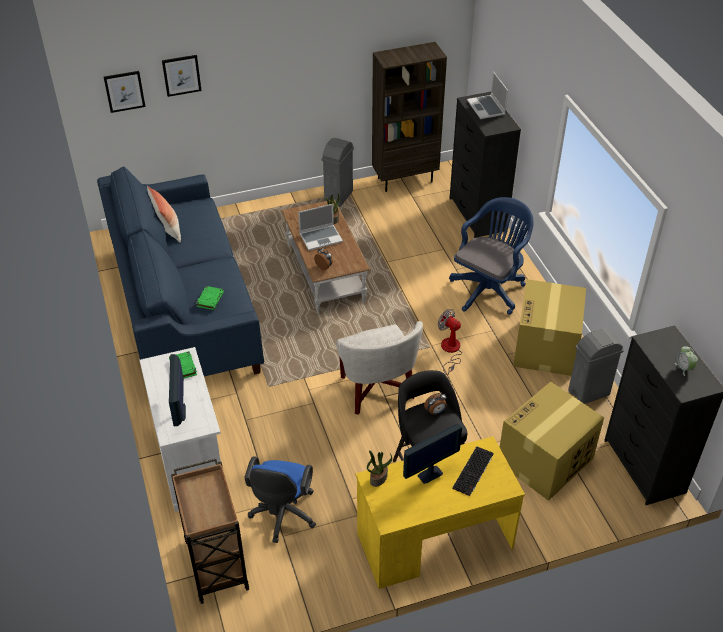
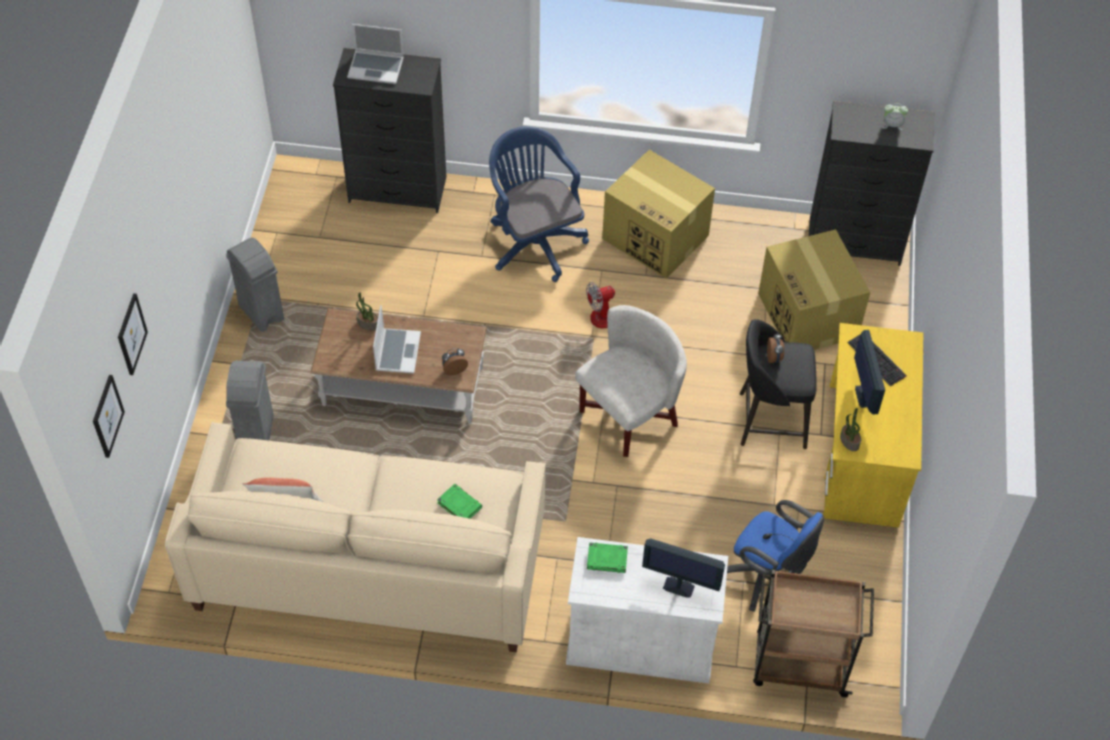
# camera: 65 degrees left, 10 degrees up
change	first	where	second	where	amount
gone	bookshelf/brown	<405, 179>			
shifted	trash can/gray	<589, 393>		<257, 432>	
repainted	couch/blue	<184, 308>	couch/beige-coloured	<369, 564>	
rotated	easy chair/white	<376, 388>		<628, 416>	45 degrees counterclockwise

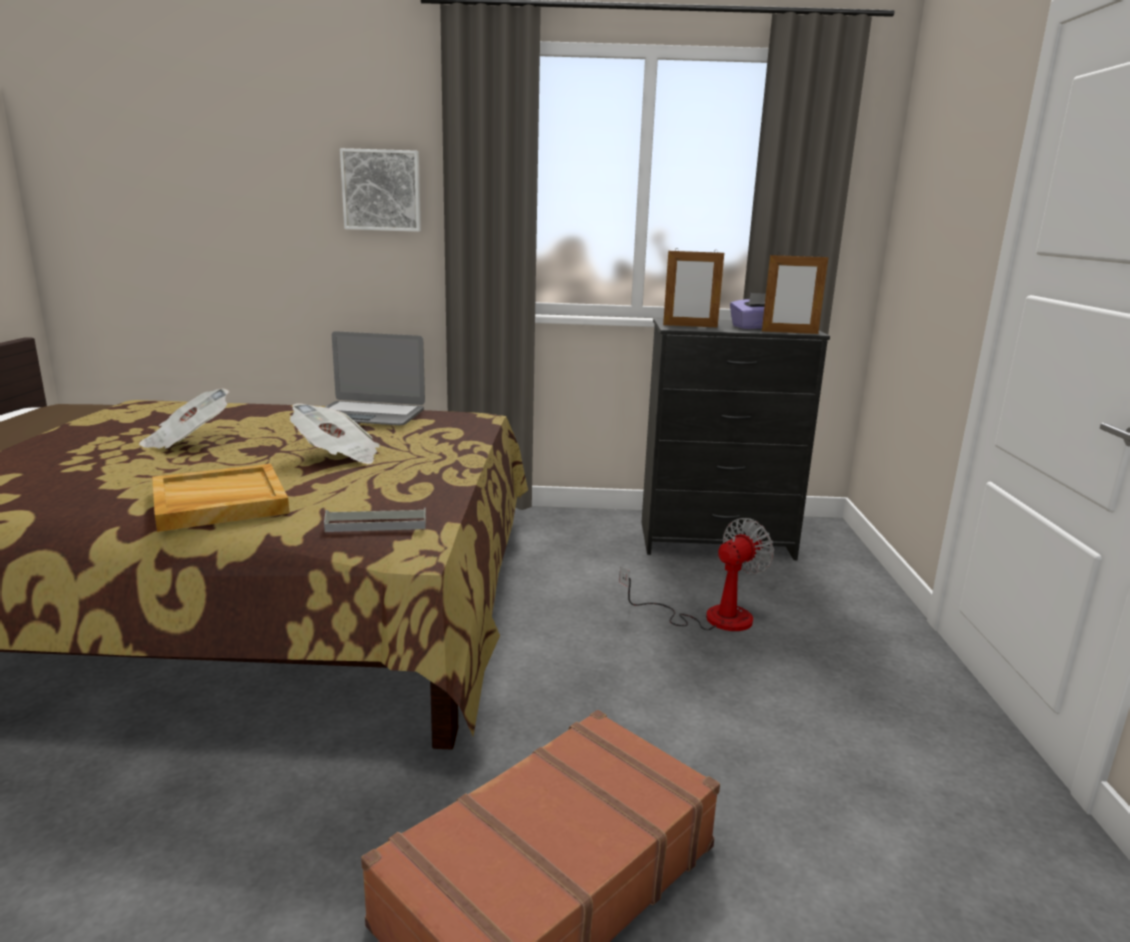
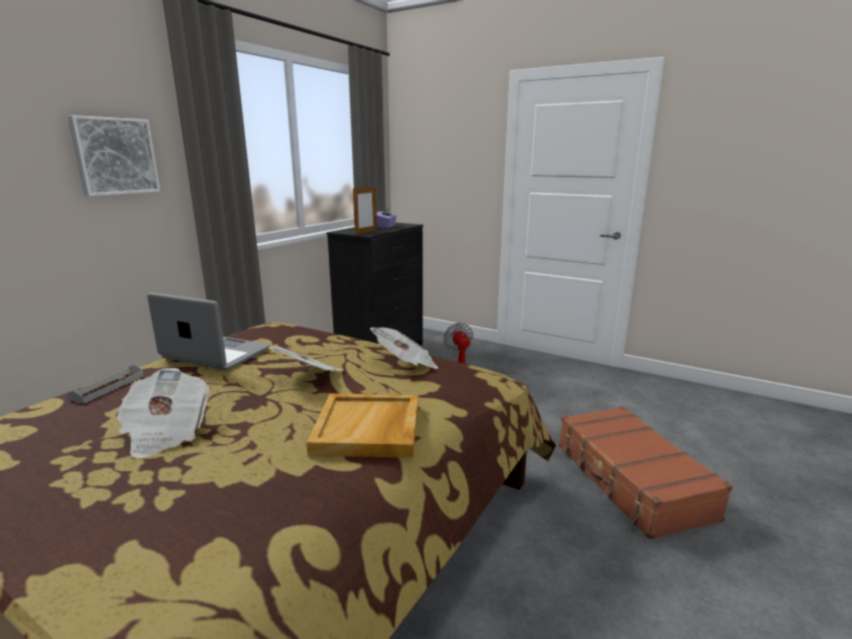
# camera: 60 degrees left, 0 degrees up
change	first	where	second	where	amount
gone	picture frame	<789, 332>			
new			newspaper	<405, 364>	
shifted	carrying tray/gray	<376, 524>		<108, 387>	
rotated	laptop	<368, 415>		<215, 354>	105 degrees counterclockwise

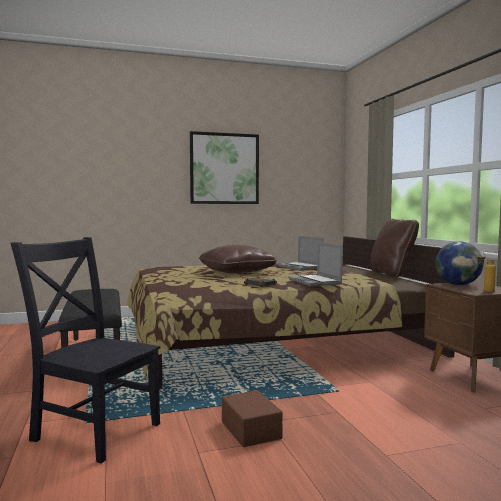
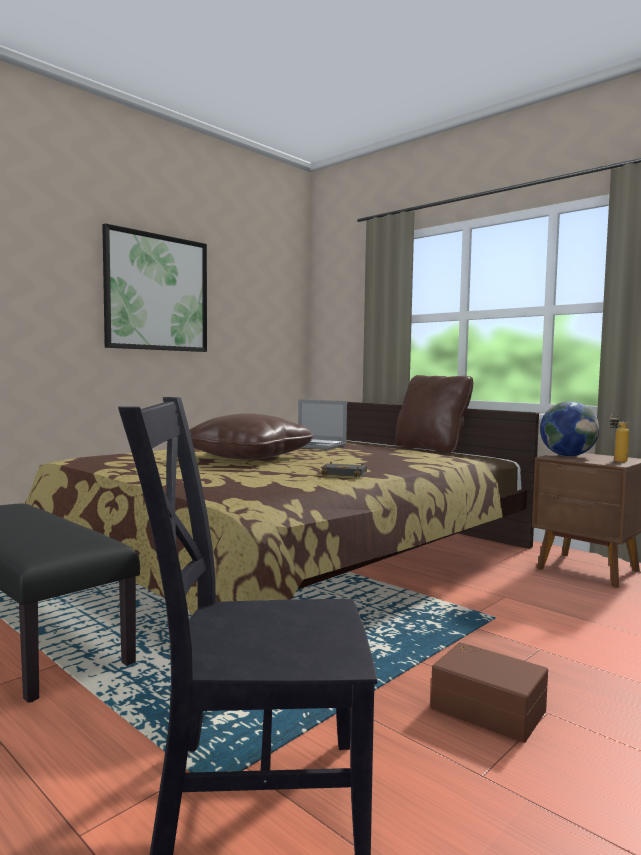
# camera: 30 degrees left, 0 degrees up
change	first	where	second	where	amount
gone	laptop	<315, 282>			

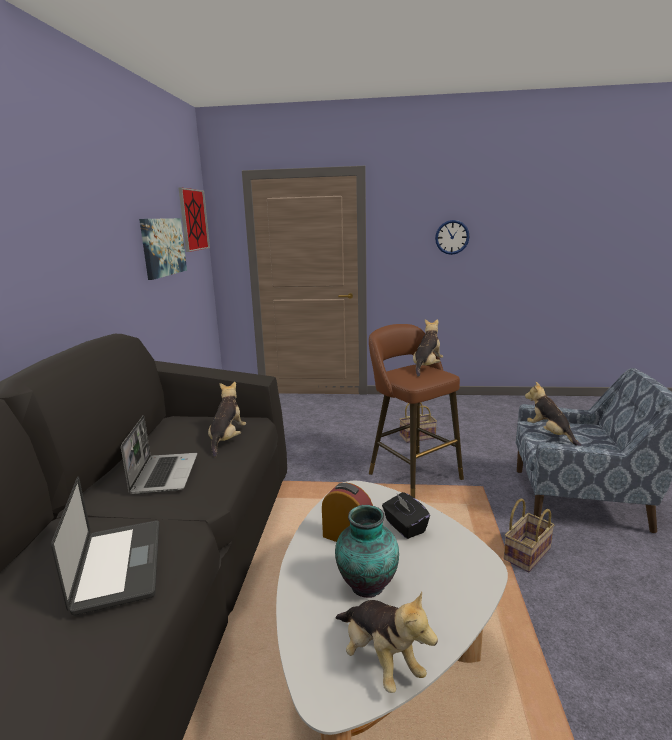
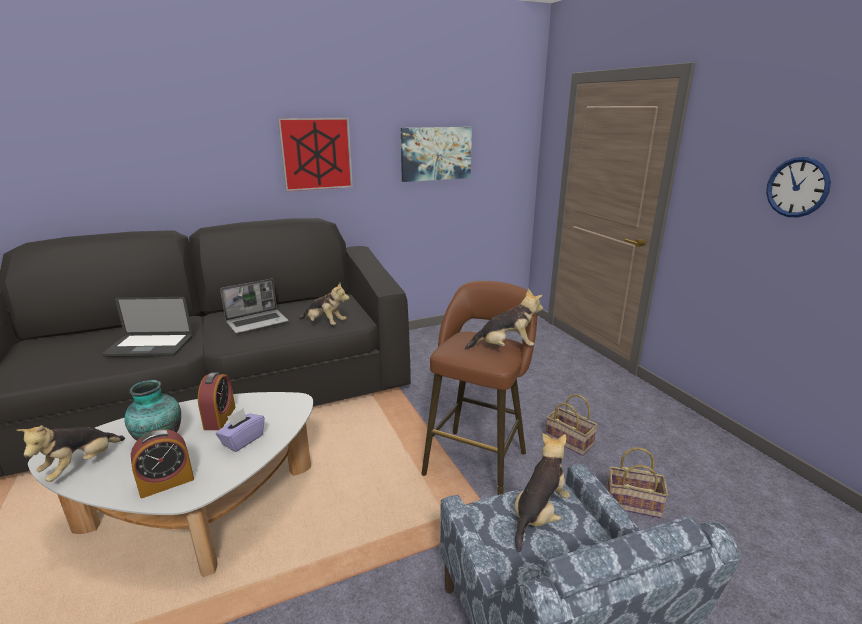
# camera: 60 degrees right, 5 degrees up
change	first	where	second	where	amount
new			table clock	<166, 483>	
shifted	wall art	<193, 220>		<316, 154>	
shifted	household basket	<526, 553>		<634, 503>	
repainted	box of tissues/black	<404, 527>	box of tissues/purplish	<242, 440>	
rotated	laptop	<119, 565>		<149, 347>	45 degrees clockwise
rotated	soft toy	<227, 439>		<325, 324>	45 degrees clockwise

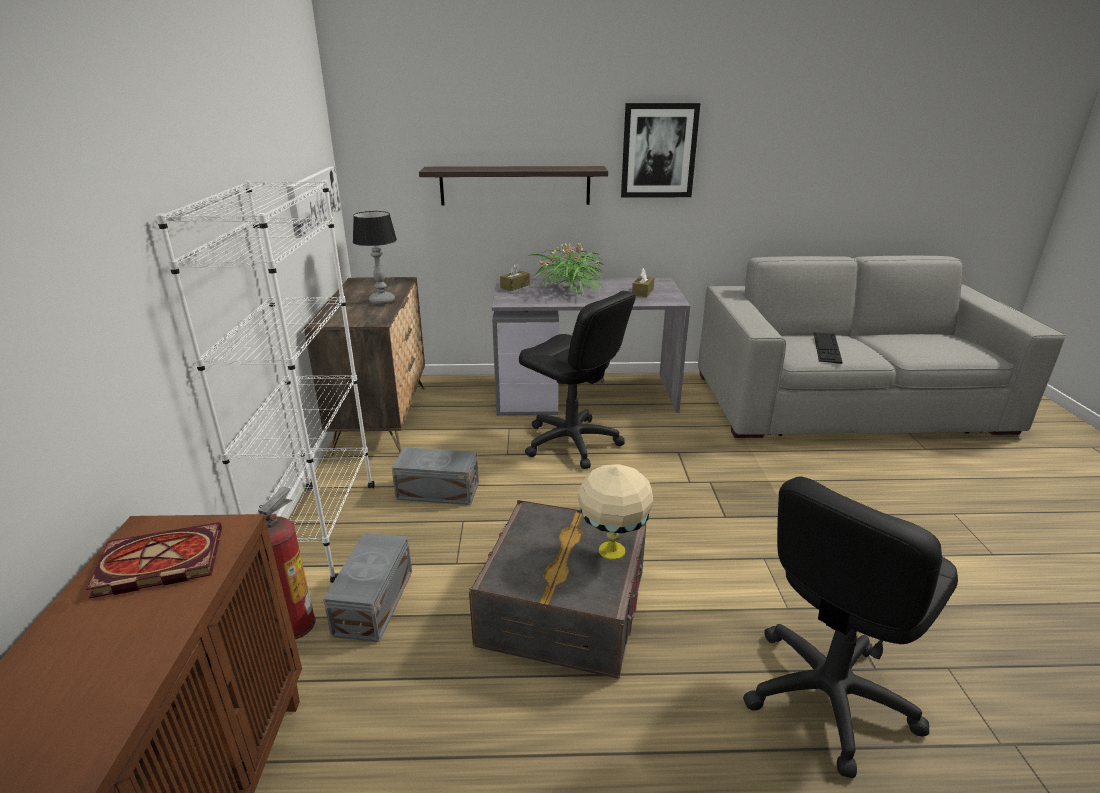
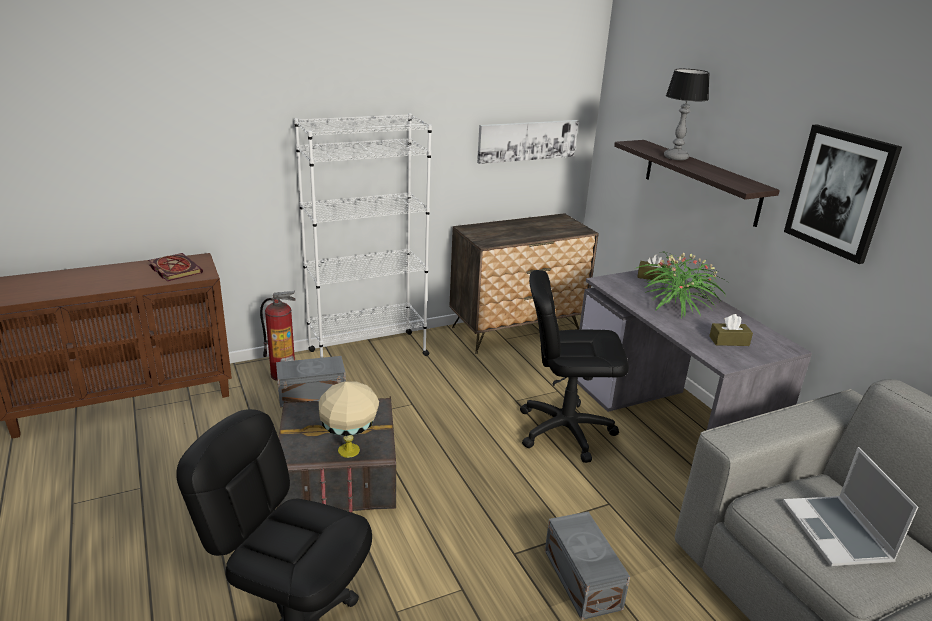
# camera: 65 degrees right, 0 degrees up
change	first	where	second	where	amount
shifted	lamp for a table	<382, 301>		<675, 157>	
shifted	storage box/gray	<438, 492>		<581, 580>	
swapped	keyboard	<827, 347>	laptop	<838, 533>	
rotated	computer chair/black	<571, 442>		<565, 430>	75 degrees clockwise

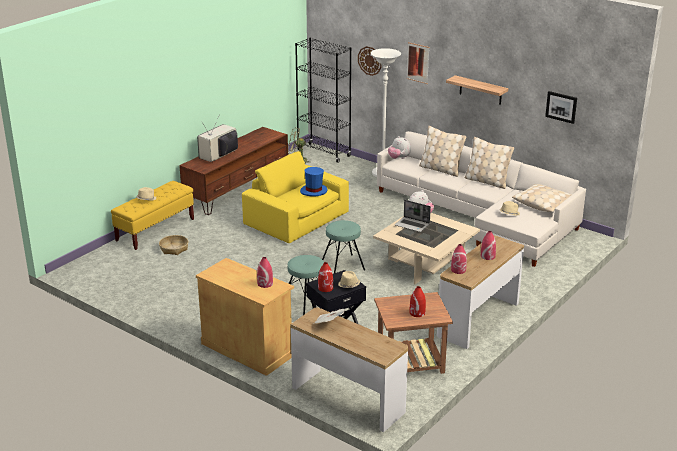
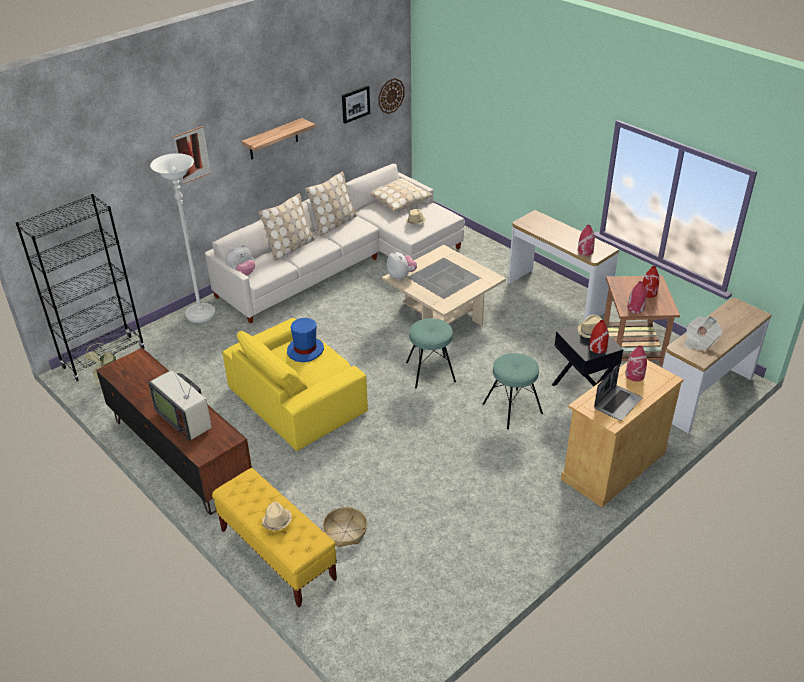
# camera: 80 degrees left, 10 degrees up
change	first	where	second	where	amount
shifted	clock on the wall	<370, 60>		<391, 95>	
shifted	laptop	<412, 225>		<617, 403>	
shifted	flower vase/red-coloured	<487, 256>		<635, 308>	

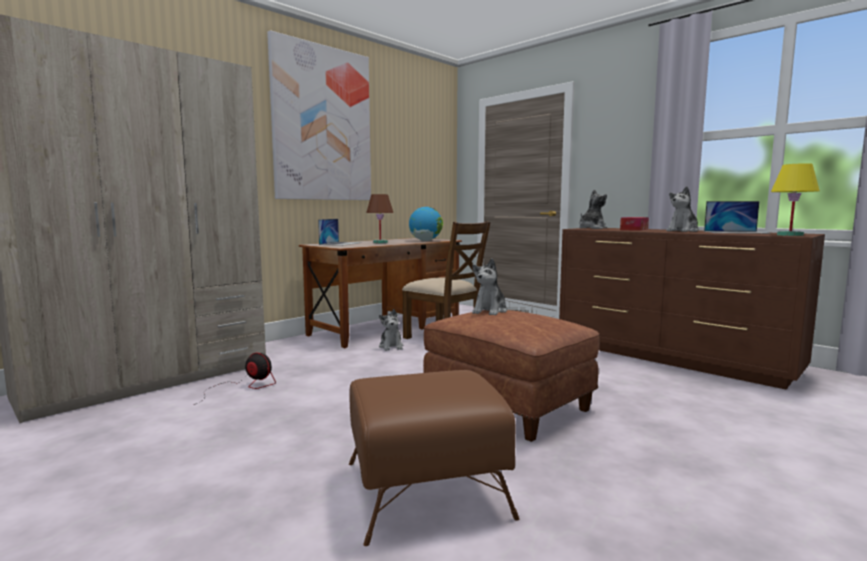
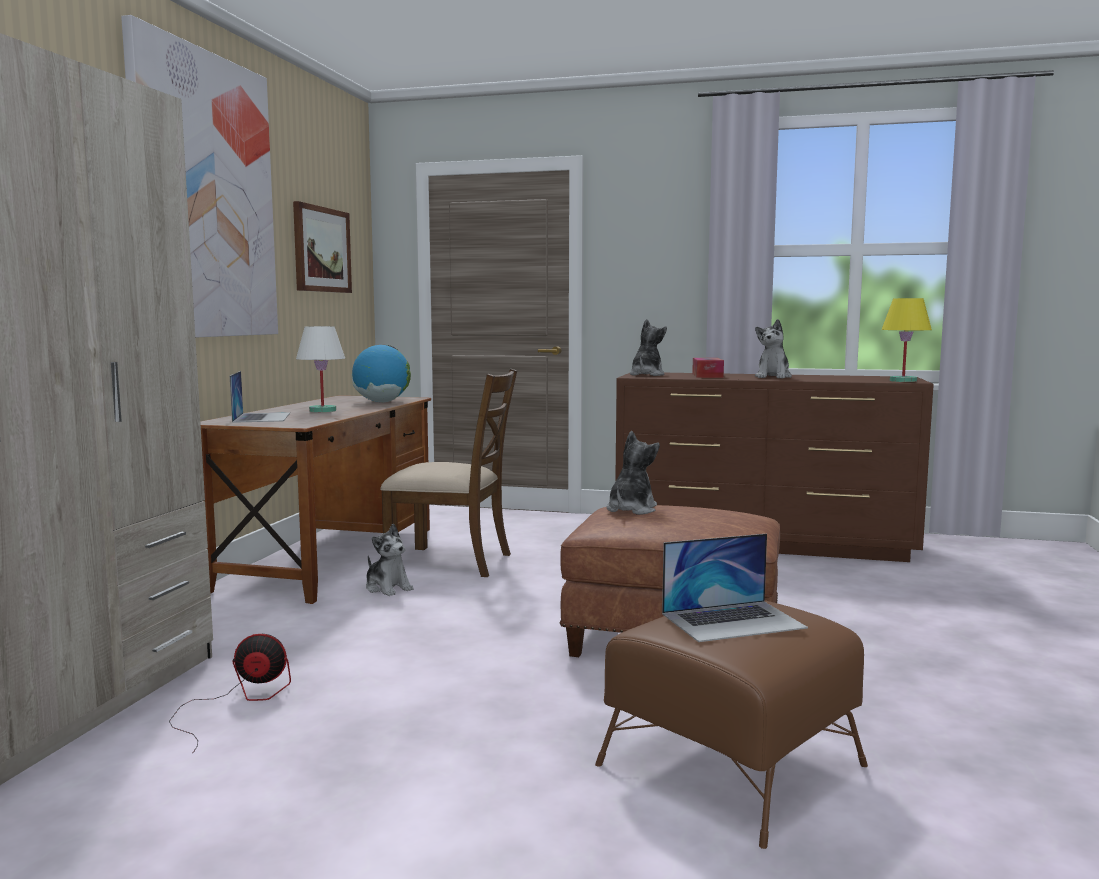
# camera: 30 degrees left, 0 degrees up
change	first	where	second	where	amount
new			wall art	<321, 250>	
shifted	laptop	<736, 232>		<733, 620>	
repainted	lamp for a table/brown	<380, 242>	lamp for a table/white	<322, 410>	
rotated	soft toy	<490, 311>		<631, 510>	150 degrees counterclockwise

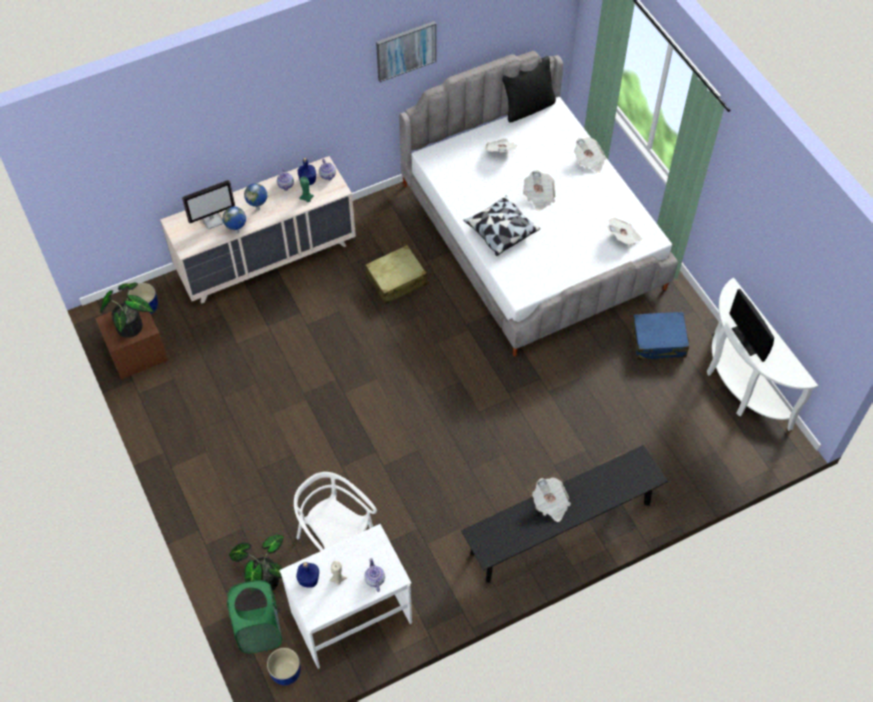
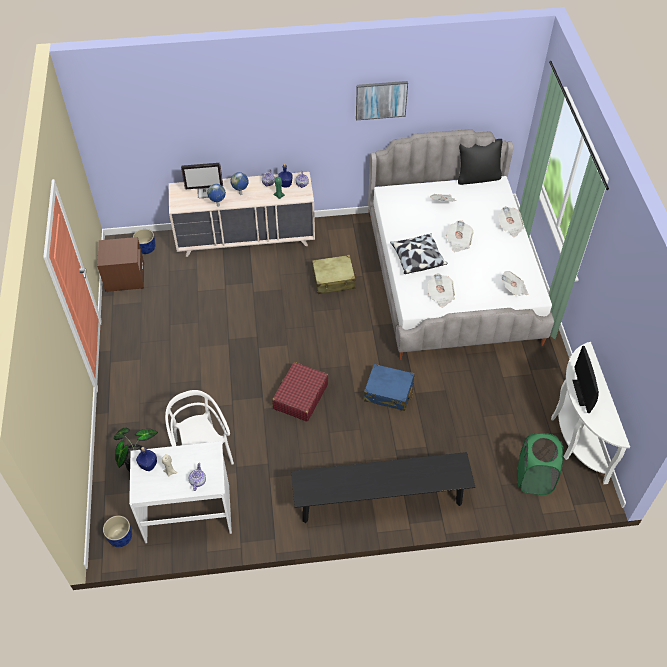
# camera: 20 degrees right, 5 degrees down
change	first	where	second	where	amount
gone	houseplant	<132, 325>			
new			suitcase/red-coloured	<300, 396>	
shifted	washing basket/green-coloured	<259, 630>		<534, 478>	
shifted	newspaper	<550, 504>		<440, 295>	
shifted	suitcase/blue	<658, 341>		<389, 392>	

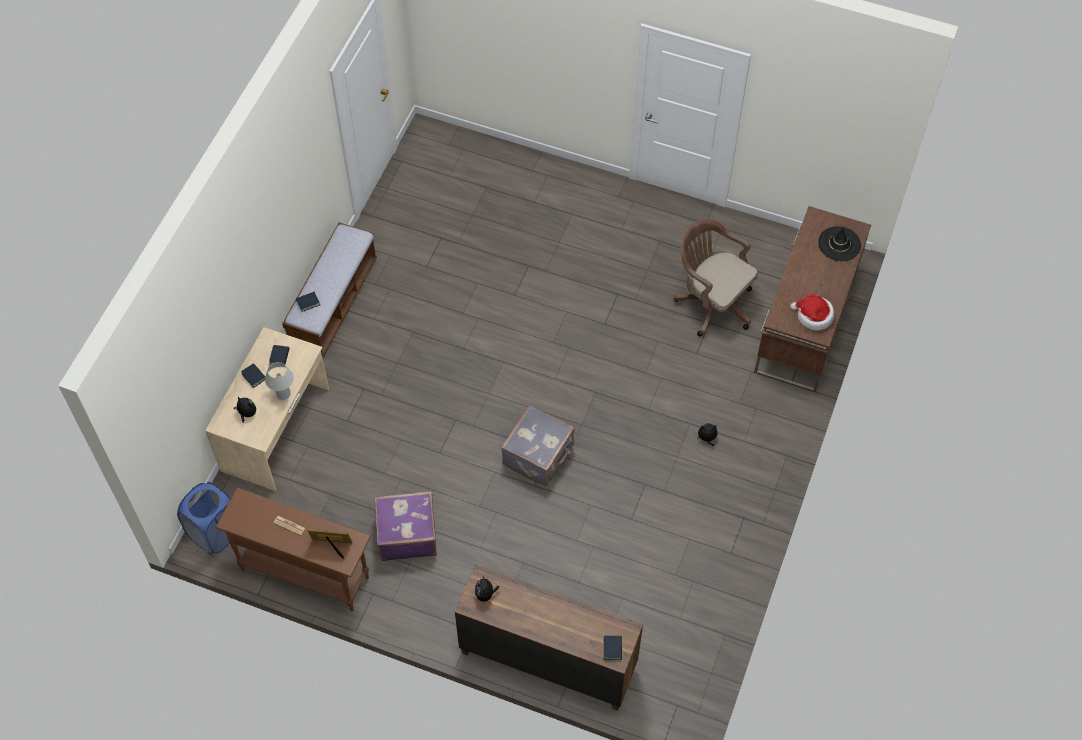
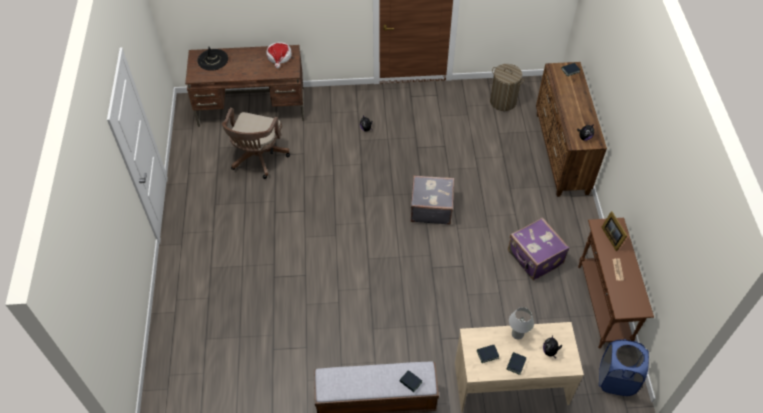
# camera: 115 degrees left, 5 degrees down
change	first	where	second	where	amount
new			washing basket	<503, 101>	

